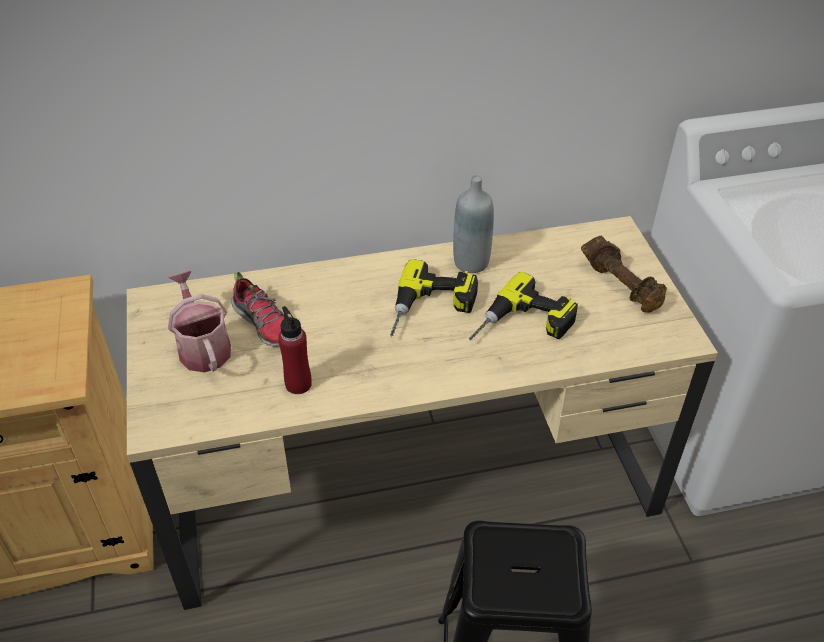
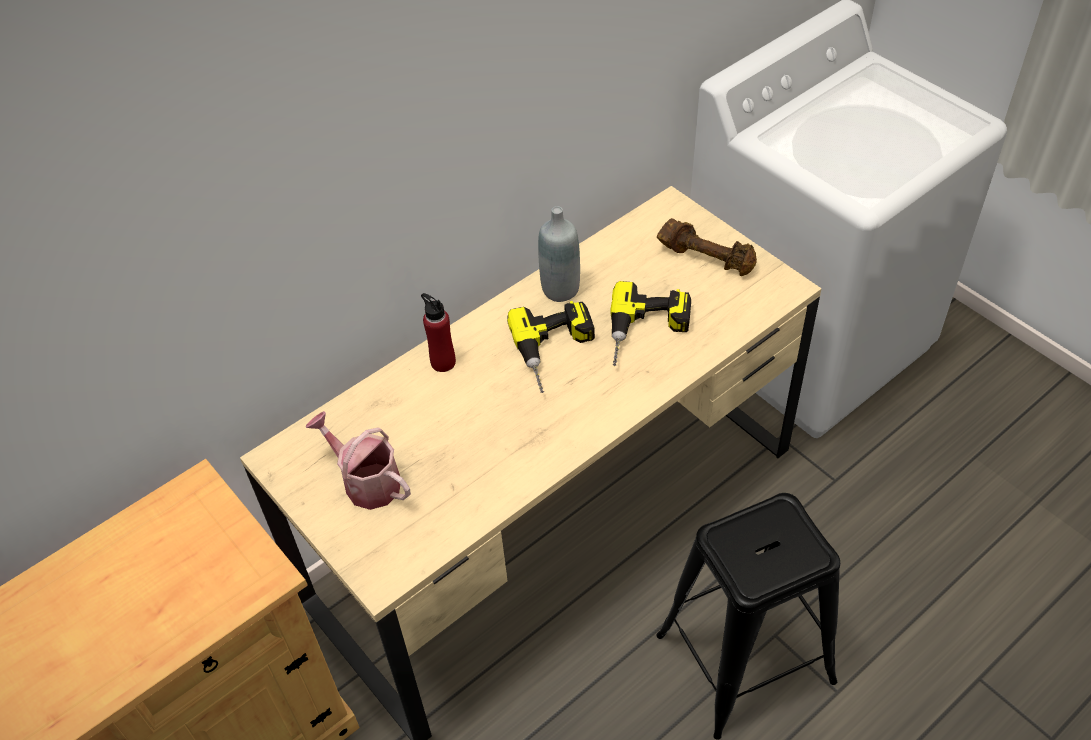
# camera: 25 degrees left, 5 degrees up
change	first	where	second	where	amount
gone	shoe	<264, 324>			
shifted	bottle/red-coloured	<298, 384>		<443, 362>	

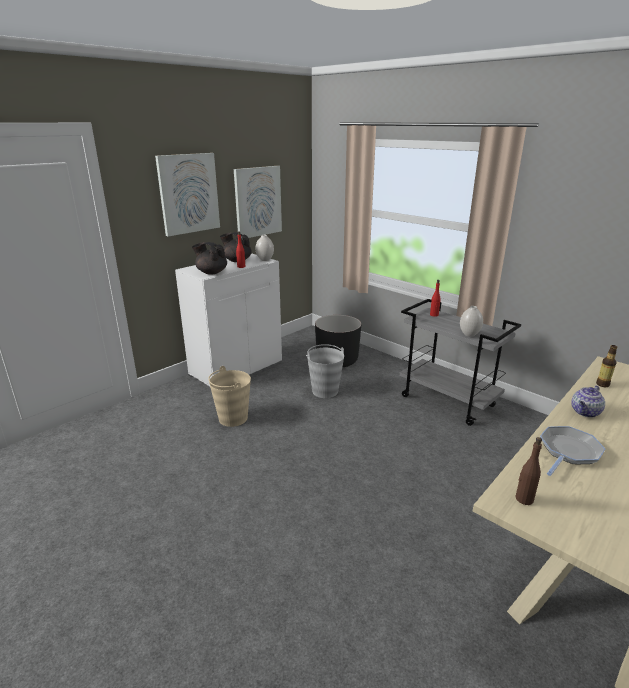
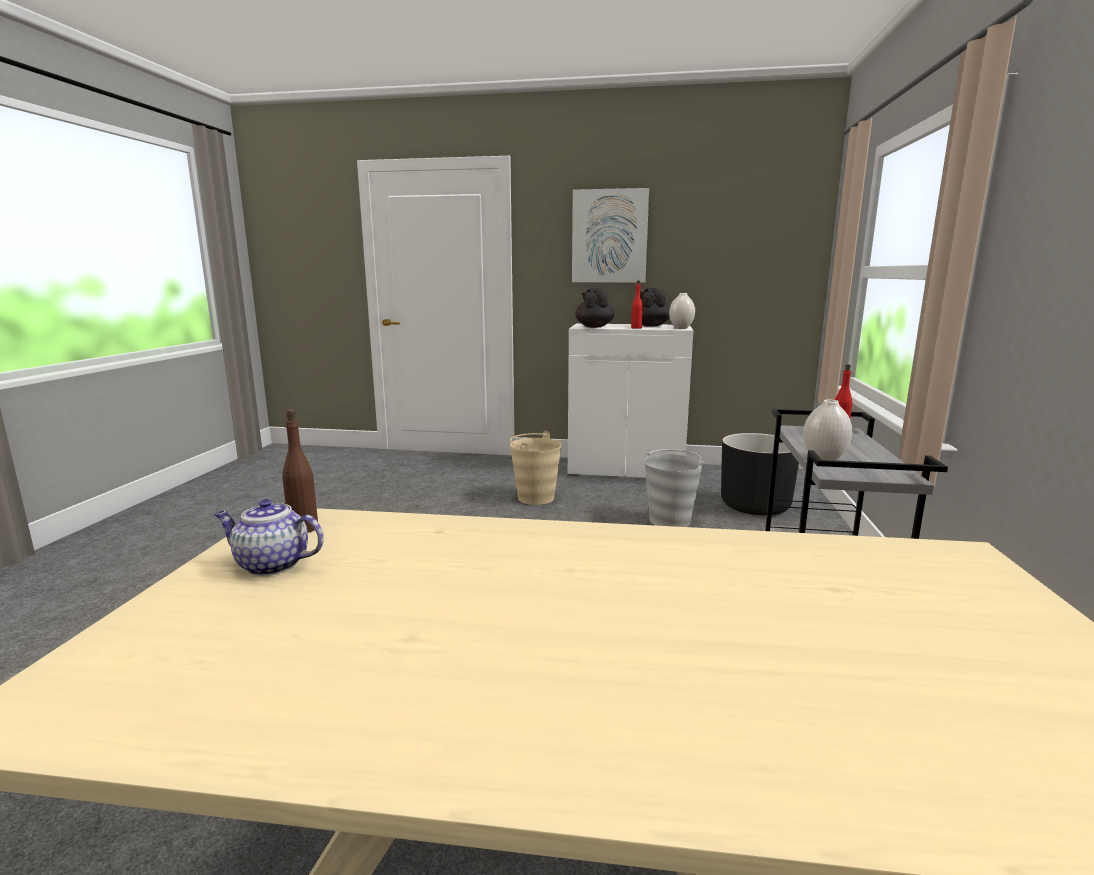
# camera: 55 degrees right, 10 degrees down
change	first	where	second	where	amount
gone	wall art	<258, 202>			
gone	frying pan	<568, 451>			
gone	bottle	<602, 384>			
shifted	tea pot	<585, 412>		<271, 565>	

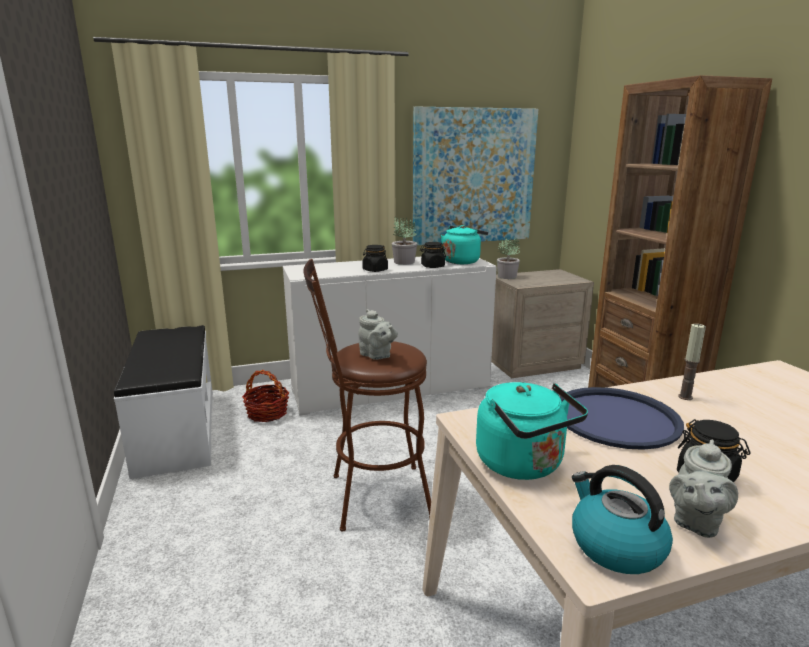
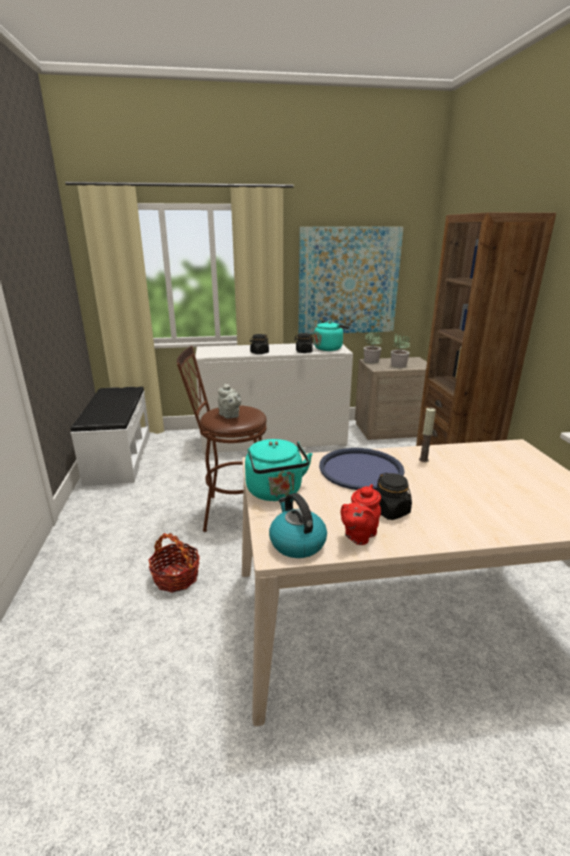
# camera: 10 degrees right, 5 degrees up
change	first	where	second	where	amount
shifted	household basket	<267, 413>		<176, 577>	
shifted	houseplant	<404, 262>		<398, 365>	
repainted	tea pot/gray	<695, 522>	tea pot/red-coloured	<358, 535>	

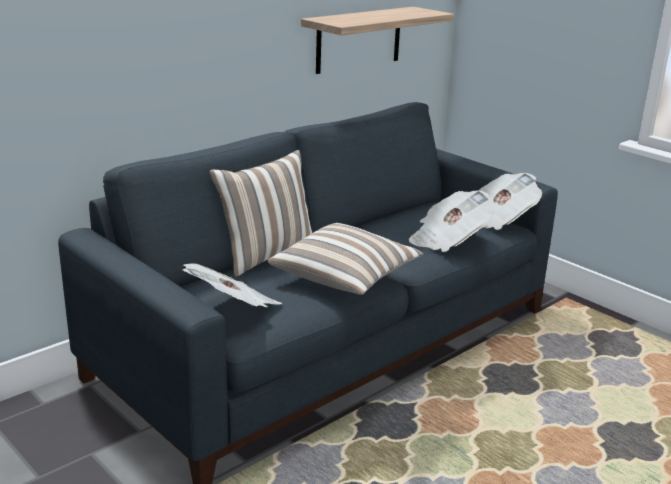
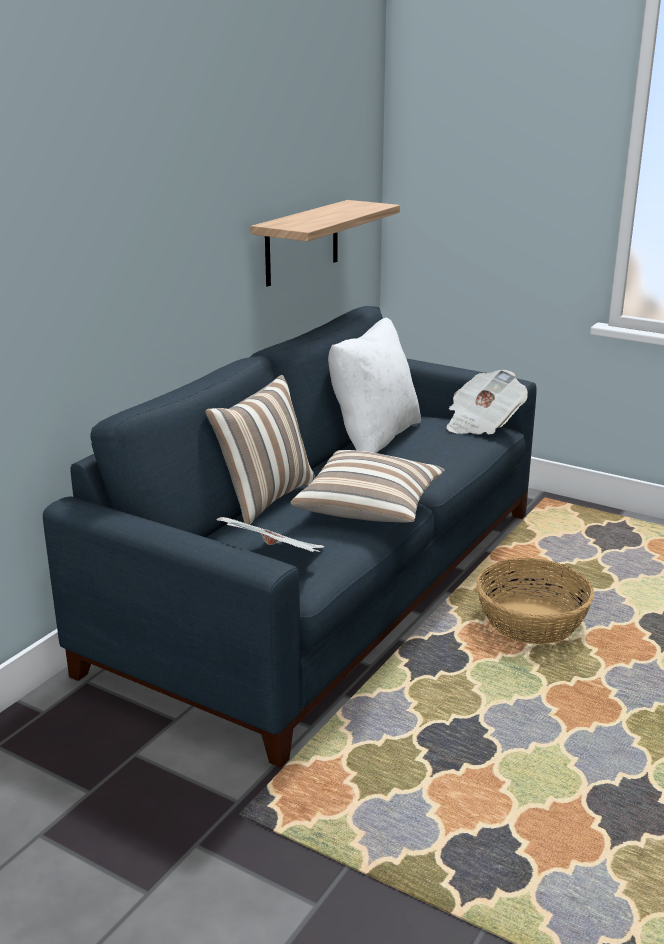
# camera: 15 degrees left, 0 degrees up
change	first	where	second	where	amount
gone	newspaper	<448, 240>			
new			throw pillow/white	<374, 437>	
new			household basket	<532, 621>	

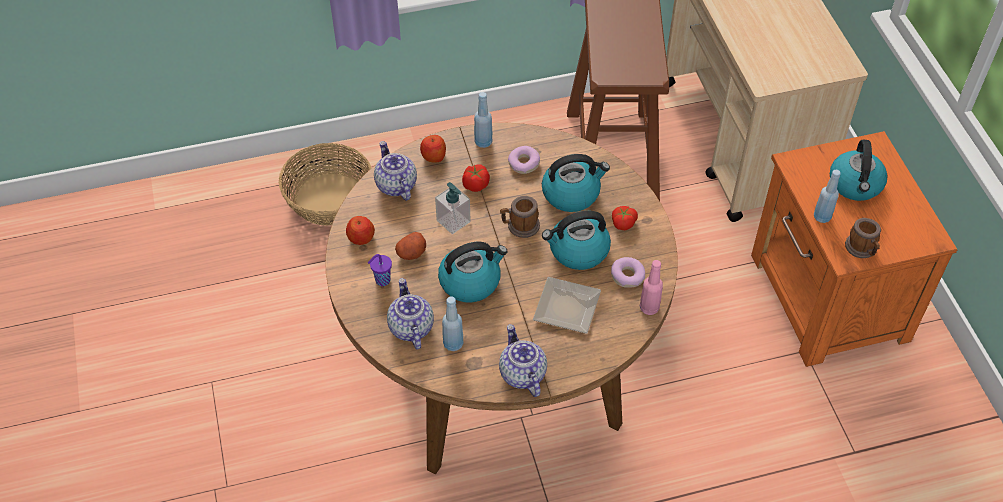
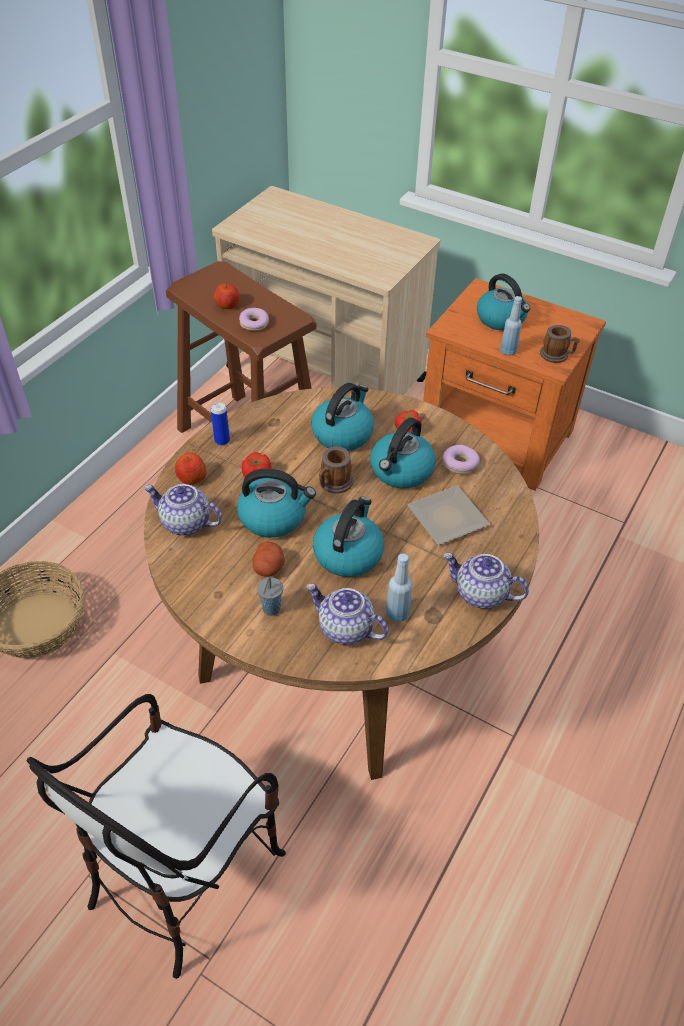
# camera: 45 degrees left, 5 degrees down
change	first	where	second	where	amount
gone	bottle/pink-coloured	<649, 308>			
new			chair	<185, 871>	
shifted	apple	<361, 238>		<228, 305>	
shifted	ring doughnut	<523, 163>		<254, 324>	
swapped	soap dispenser	<453, 221>	kettle	<273, 517>	
swapped	bottle/blue	<483, 142>	can	<222, 441>	
repainted	small cup/purplish	<381, 280>	small cup/gray	<271, 609>	

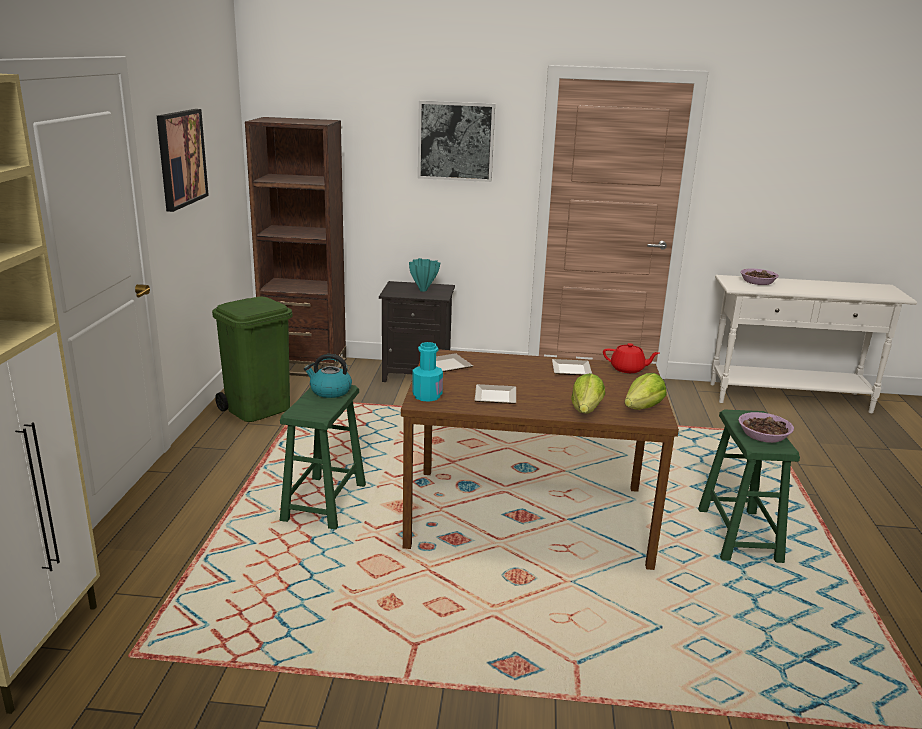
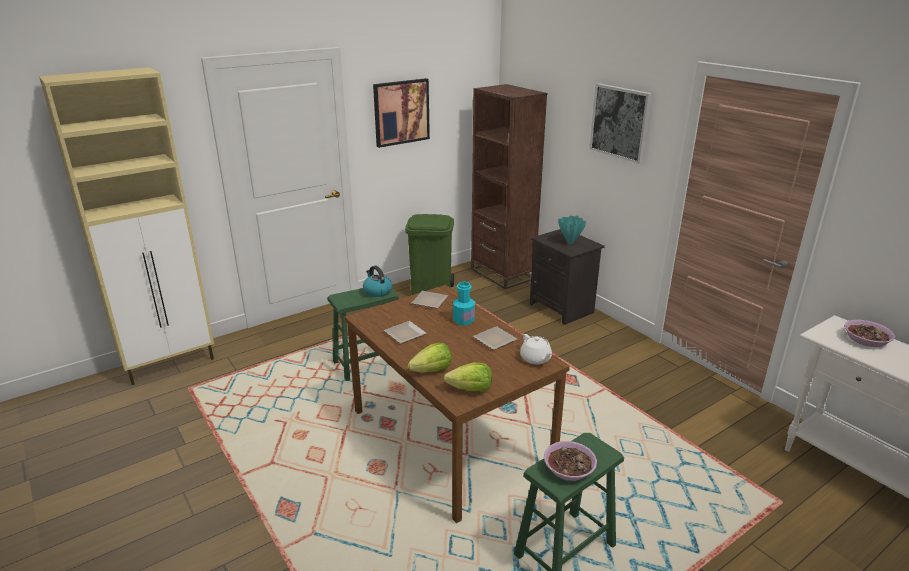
# camera: 50 degrees right, 5 degrees up
change	first	where	second	where	amount
shifted	bottle/turquoise	<427, 396>		<463, 320>	
repainted	tea pot/red-coloured	<628, 369>	tea pot/white	<535, 359>	

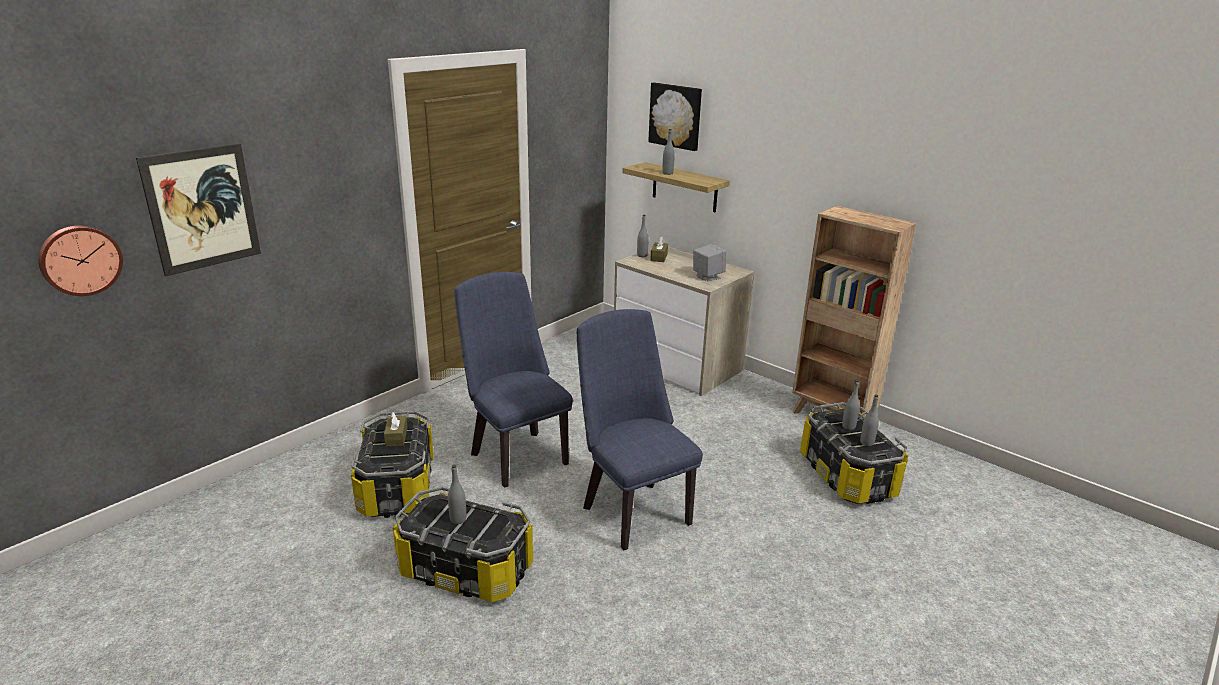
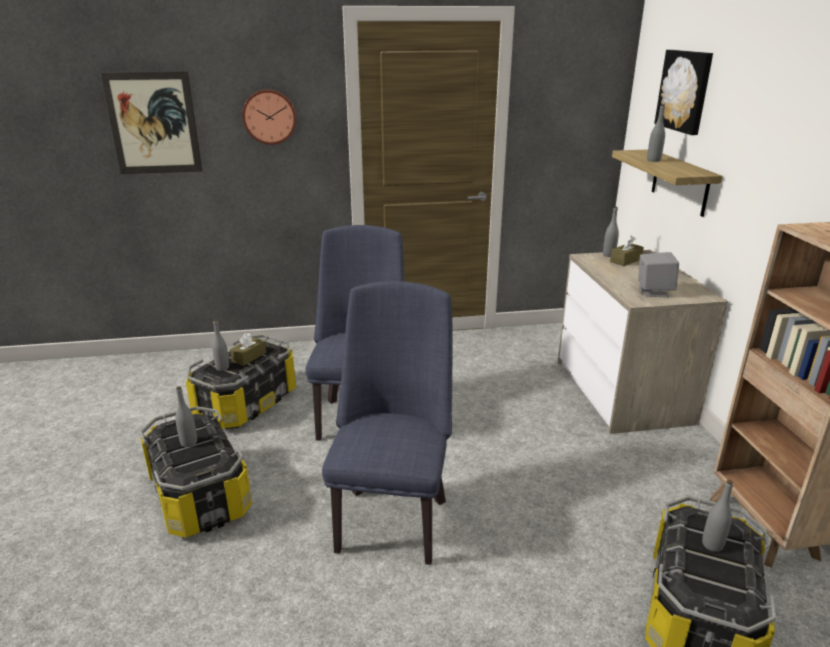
# camera: 40 degrees right, 0 degrees up
change	first	where	second	where	amount
shifted	clock on the wall	<80, 260>		<269, 116>	
shifted	bottle/gray	<867, 442>		<222, 368>	

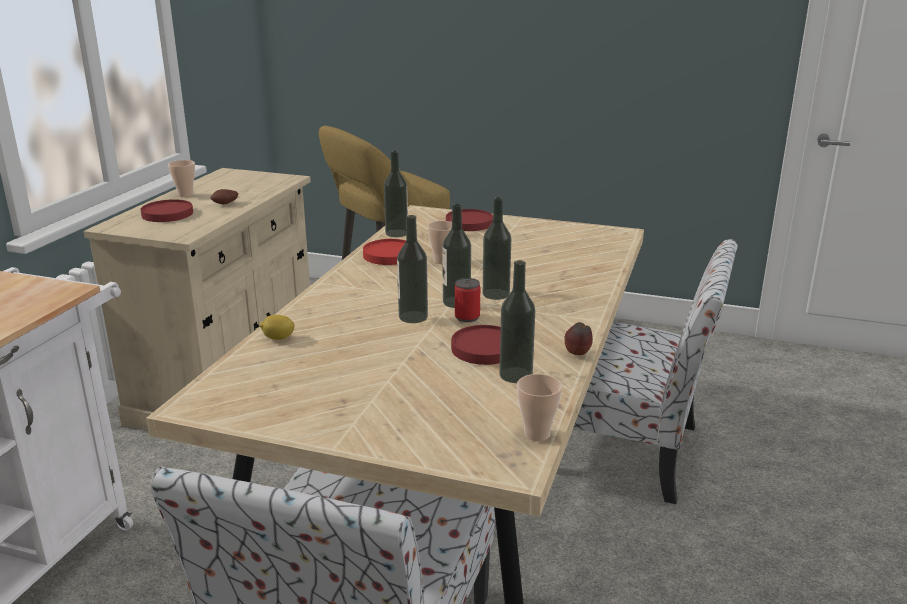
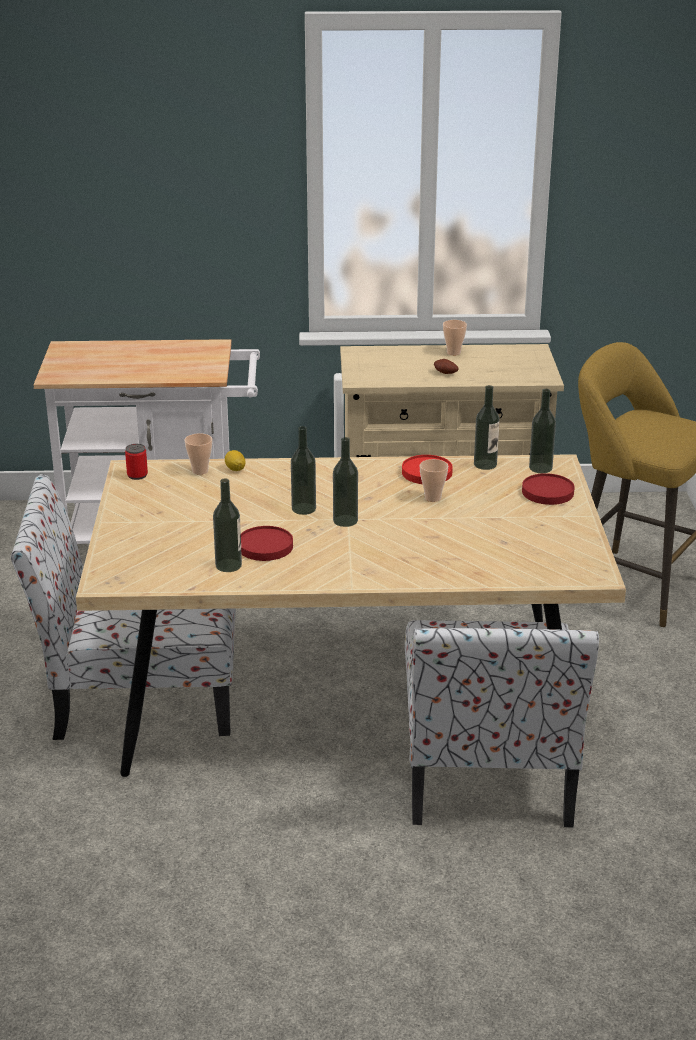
# camera: 70 degrees right, 5 degrees up
change	first	where	second	where	amount
gone	flat dish/red-coloured	<167, 214>			
gone	apple	<577, 355>			
shifted	can	<467, 317>		<137, 475>	
shifted	bottle	<496, 294>		<540, 468>	
shifted	small cup	<537, 434>		<200, 471>	

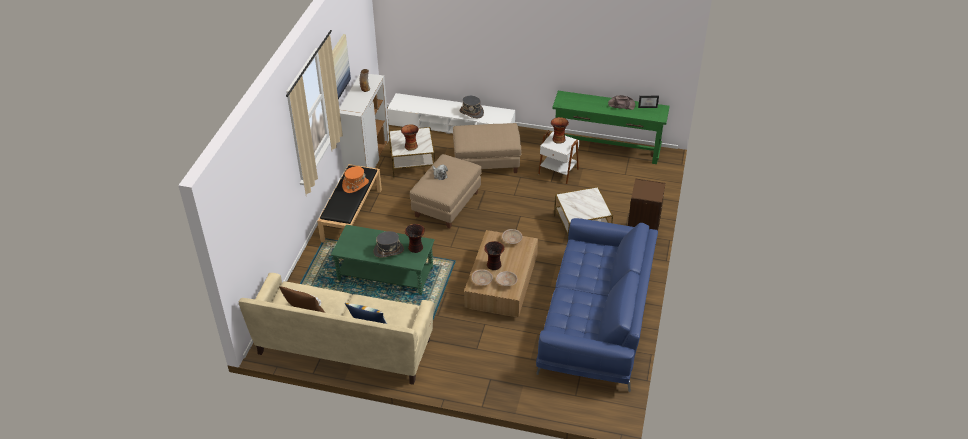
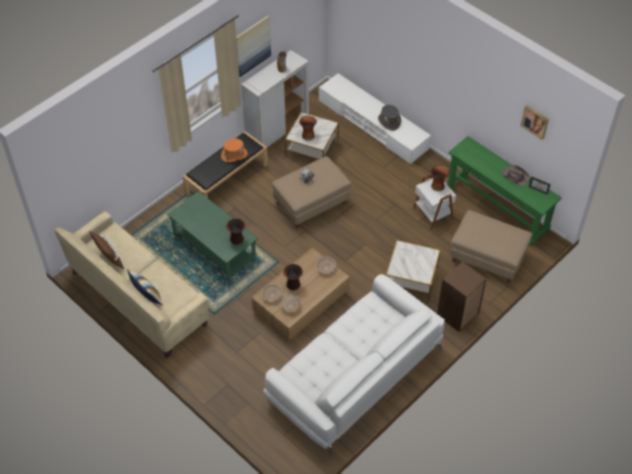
# camera: 30 degrees right, 10 degrees up
change	first	where	second	where	amount
gone	hat/gray	<388, 251>			
new			wall art	<535, 121>	
shifted	pouffe/beige-coloured	<487, 162>		<488, 257>	
repainted	couch/blue	<596, 320>	couch/white	<354, 375>	

